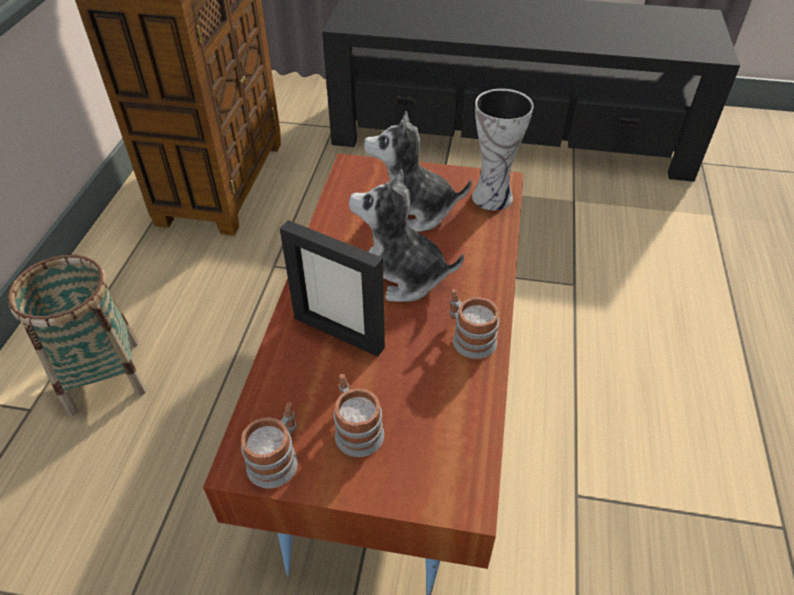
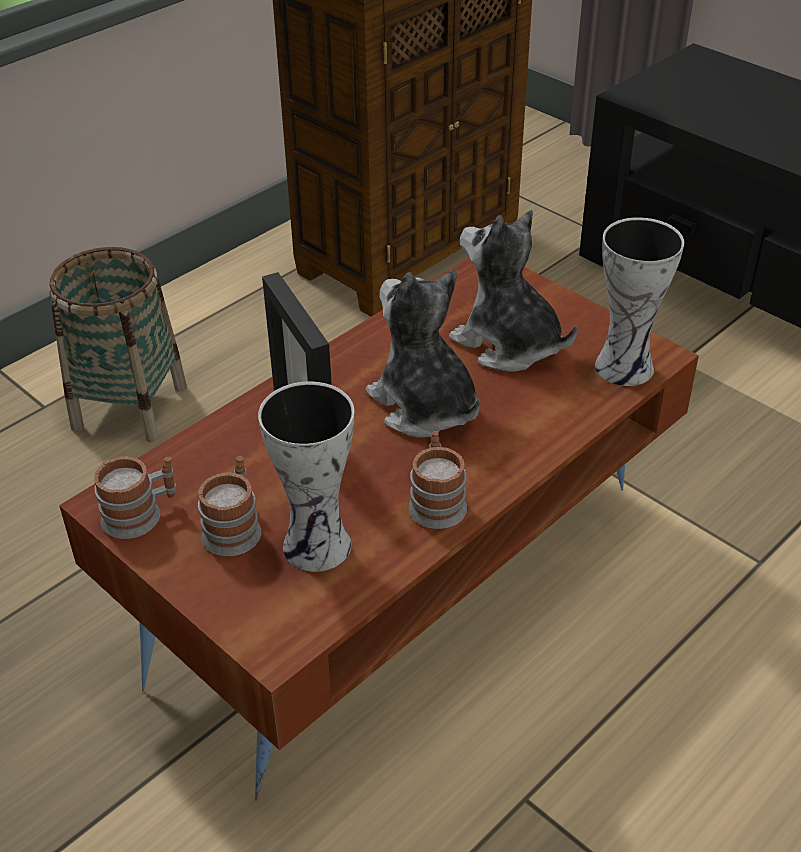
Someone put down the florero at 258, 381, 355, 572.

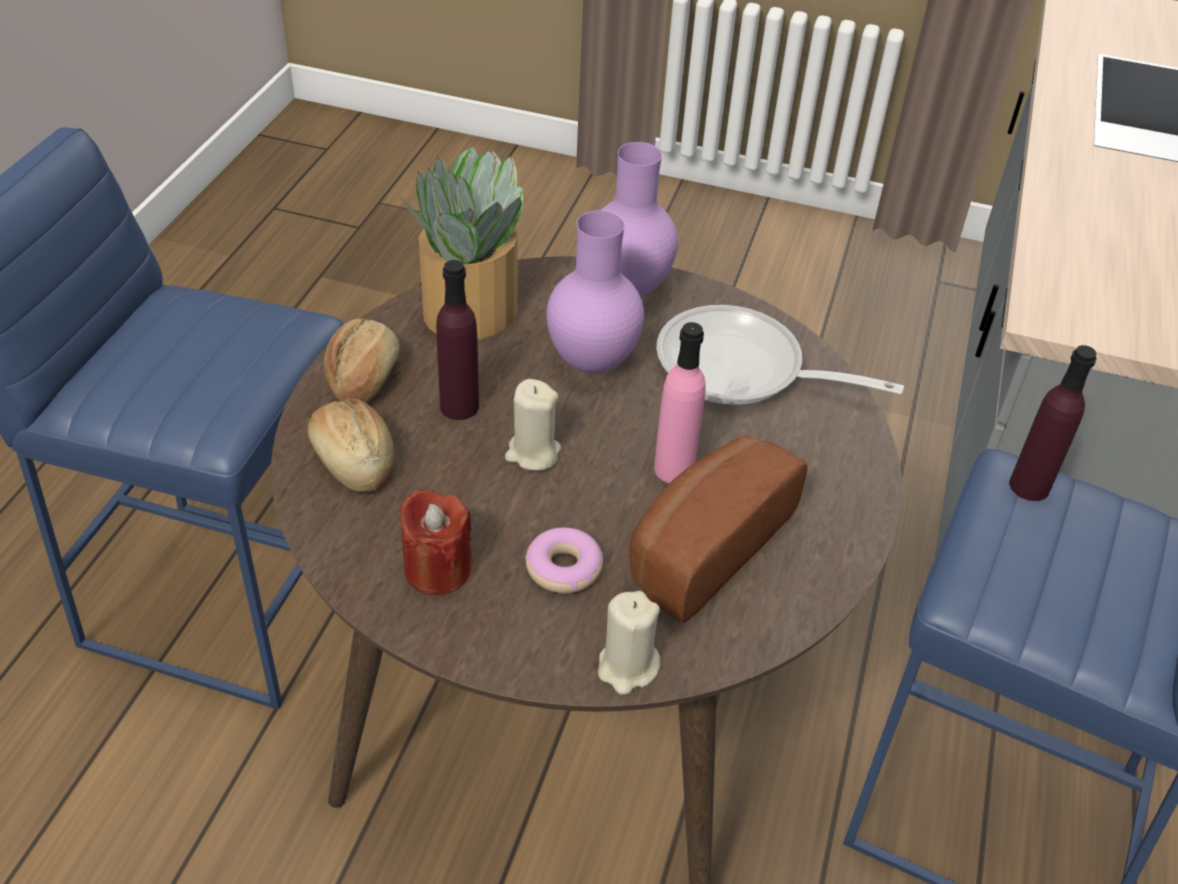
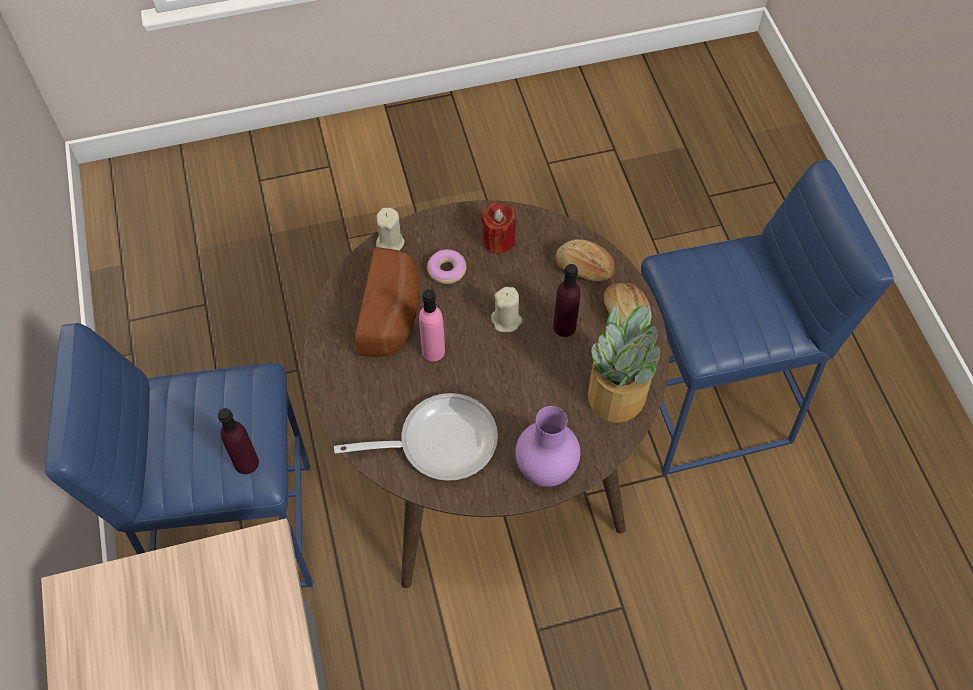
Someone took away the florero (morado) at 546, 211, 644, 374.

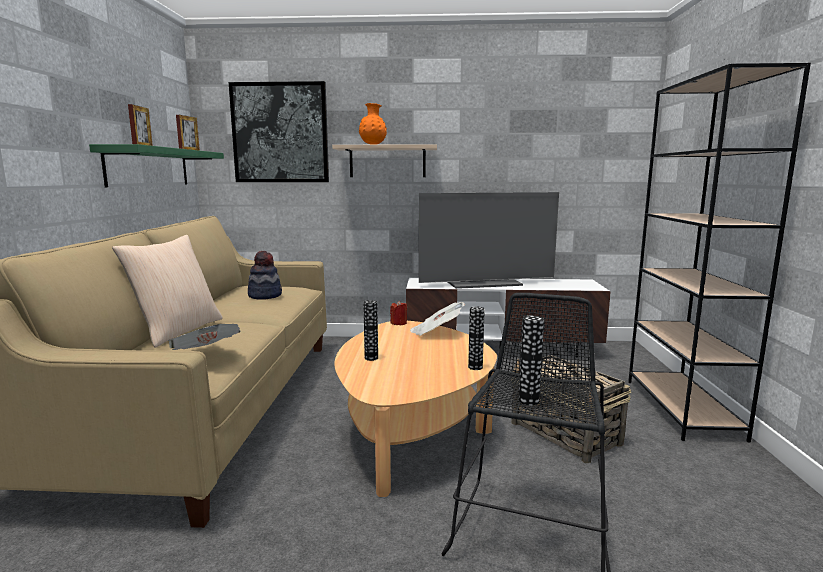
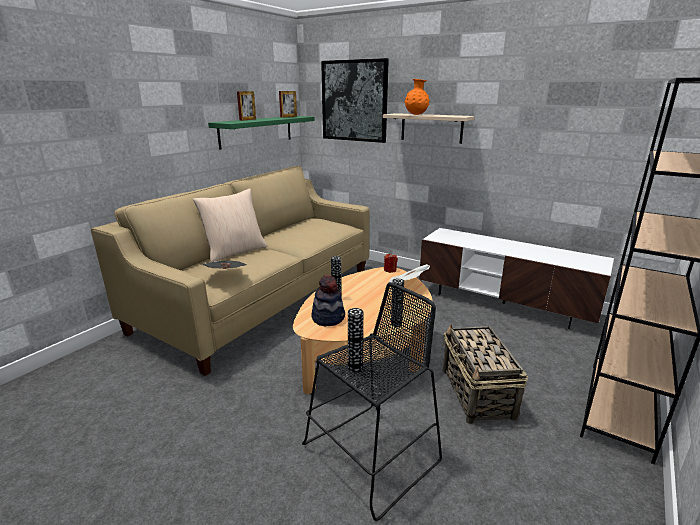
Someone carried the sombrero from 248, 251, 282, 300 to 311, 275, 345, 326. Someone took away the televisor at 419, 192, 559, 289.

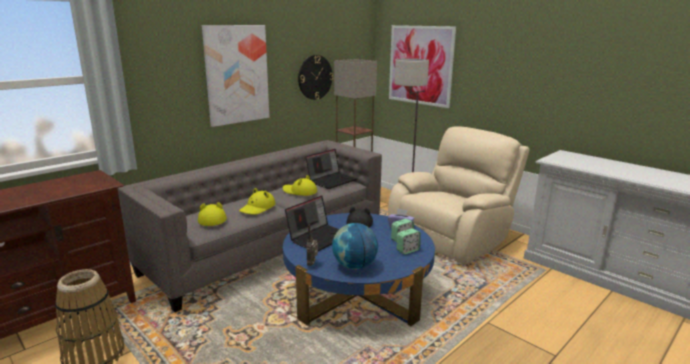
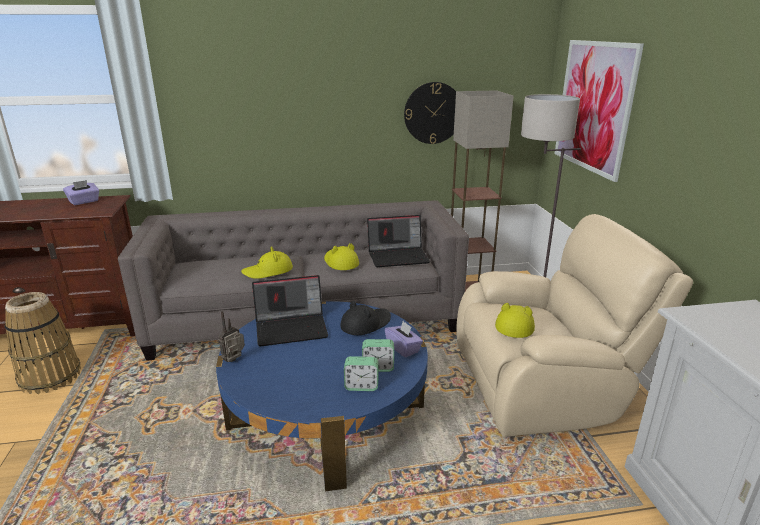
Someone carried the sombrero (amarillo) from 198, 202, 227, 226 to 495, 303, 535, 338. Someone took away the cuadro at 202, 25, 269, 127. Someone took away the globo terráqueo at 332, 223, 378, 269. Someone put down the caja de pañuelos (morado) at 63, 180, 99, 205.

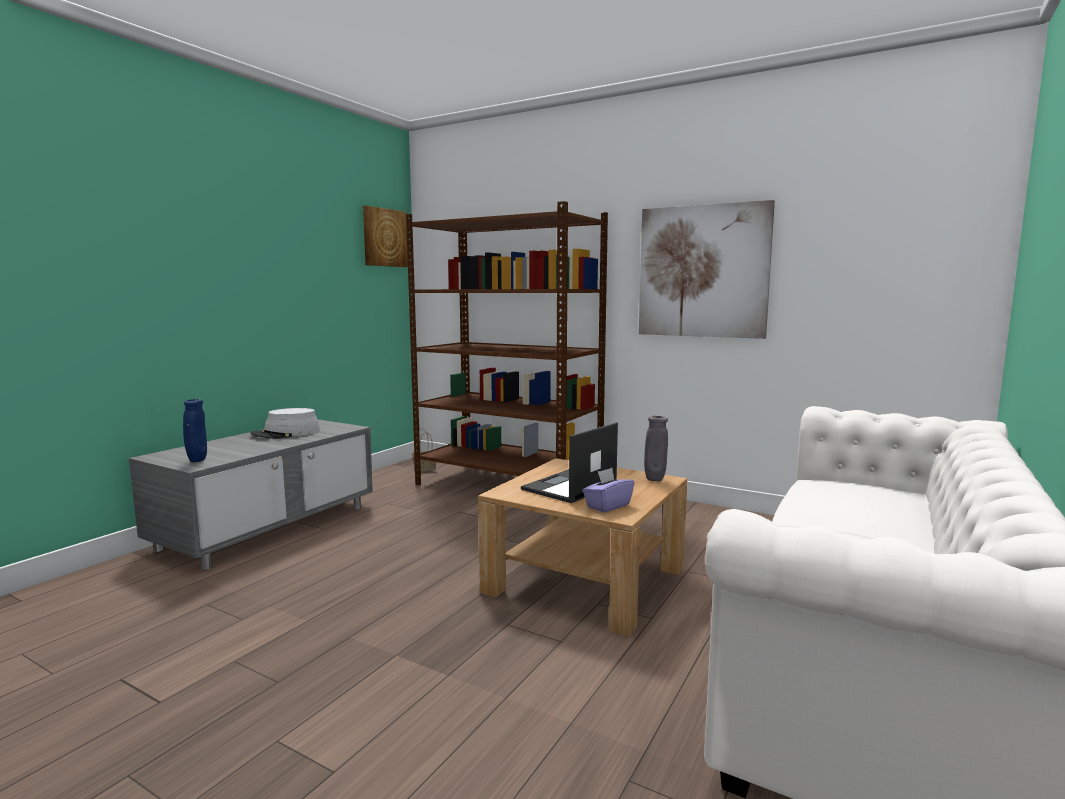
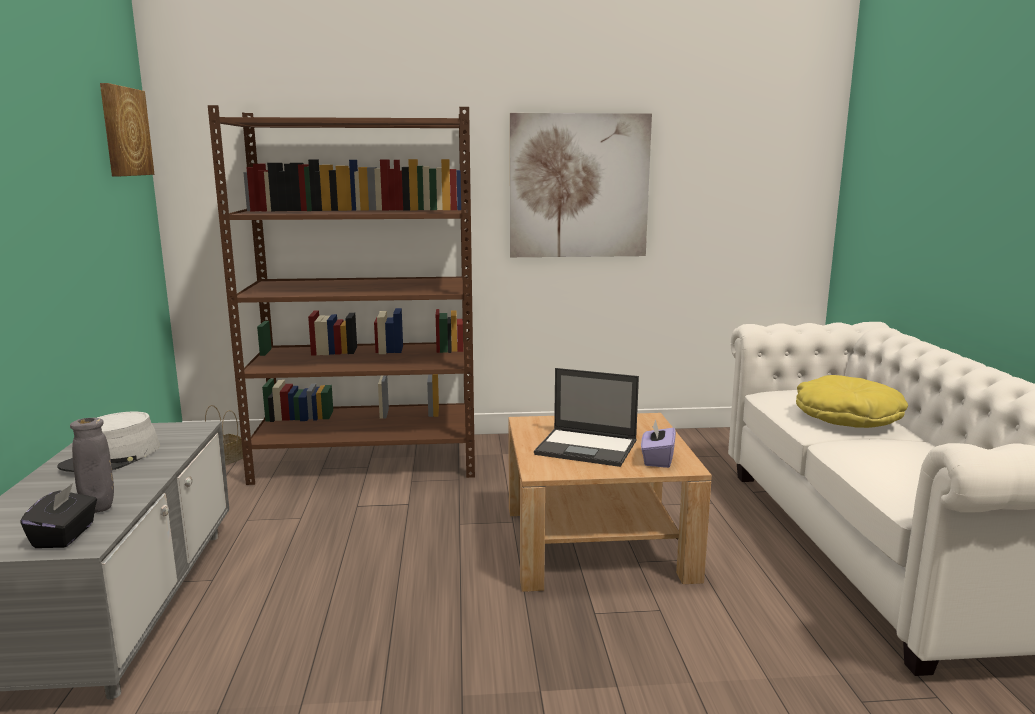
Someone swapped the florero (azul) at 183, 399, 207, 462 for the caja de pañuelos (negro) at 20, 483, 97, 548. Someone rotated the portátil at 521, 422, 618, 503 by 75 degrees counterclockwise. Someone carried the florero (gris) from 644, 416, 668, 481 to 70, 418, 114, 513. Someone put down the cojín (amarillo) at 796, 375, 908, 428.

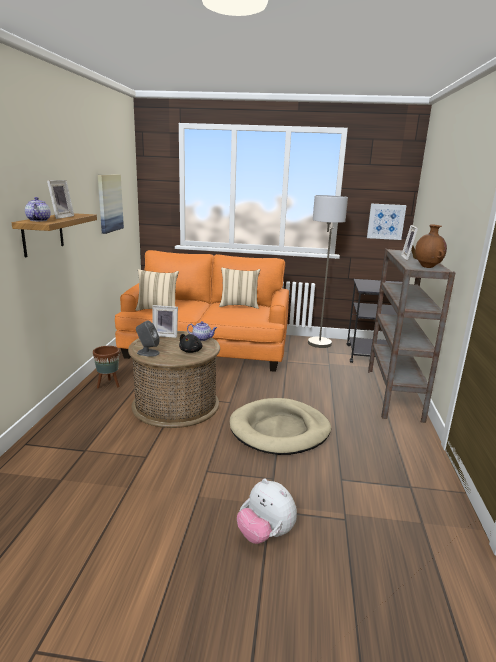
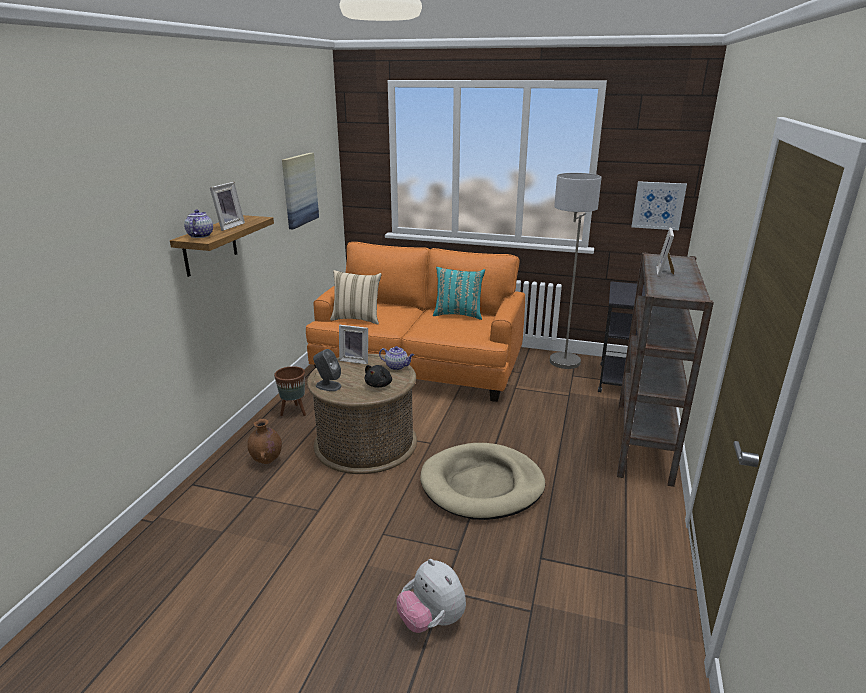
Someone repainted the cojín (beis) at 219, 268, 260, 309, which became the cojín (turquesa) at 433, 267, 485, 320. Someone carried the florero (marrón) from 415, 225, 447, 268 to 247, 419, 282, 464.

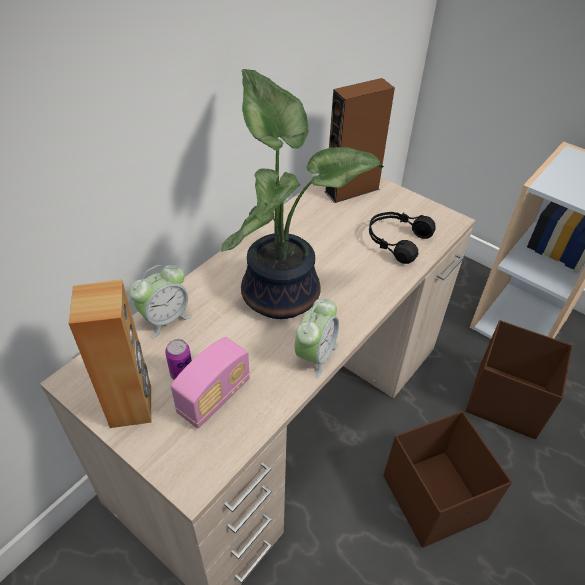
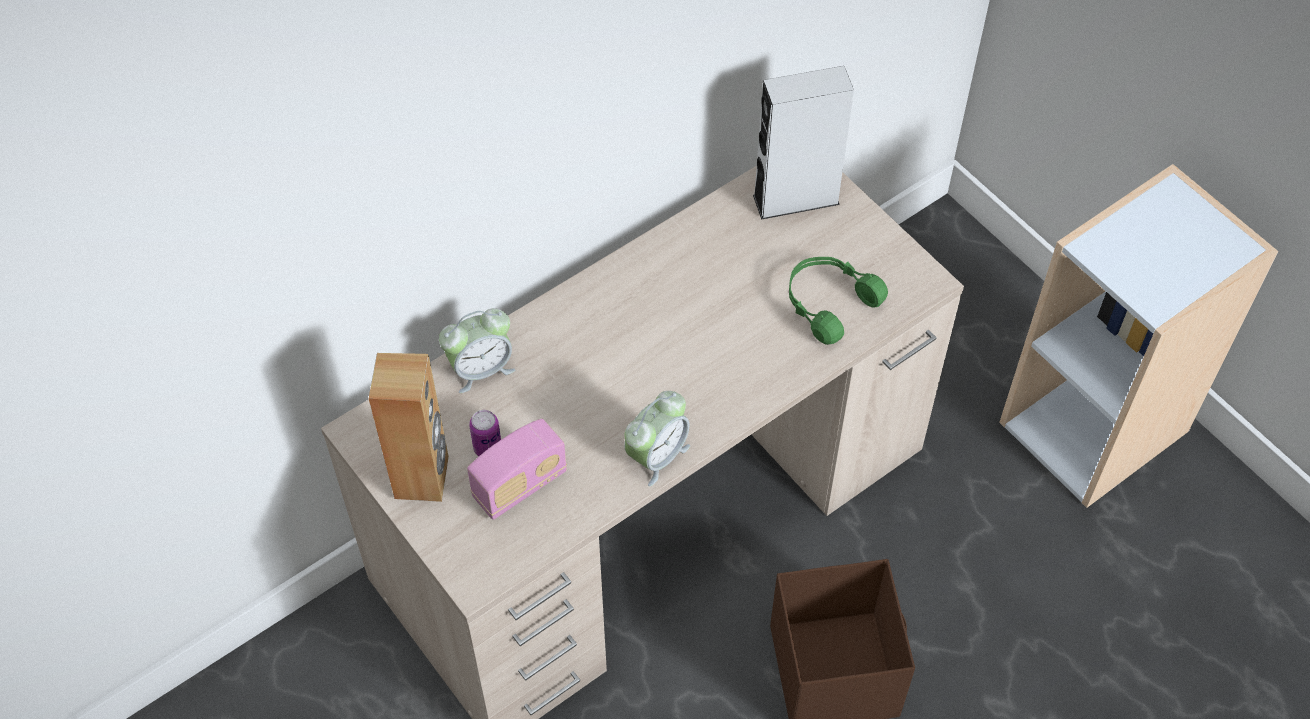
Someone took away the planta en maceta at 221, 69, 384, 319. Someone repainted the altavoz (marrón) at 324, 78, 395, 203, which became the altavoz (gris) at 753, 66, 854, 220. Someone repainted the auriculares (negro) at 369, 212, 436, 264, which became the auriculares (verde) at 789, 257, 888, 345. Someone took away the caja de almacenaje (marrón) at 465, 320, 573, 439.

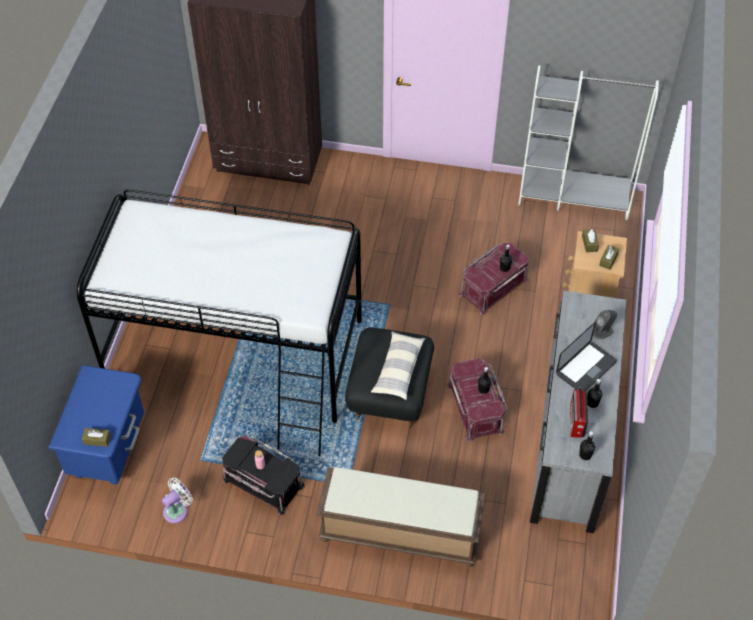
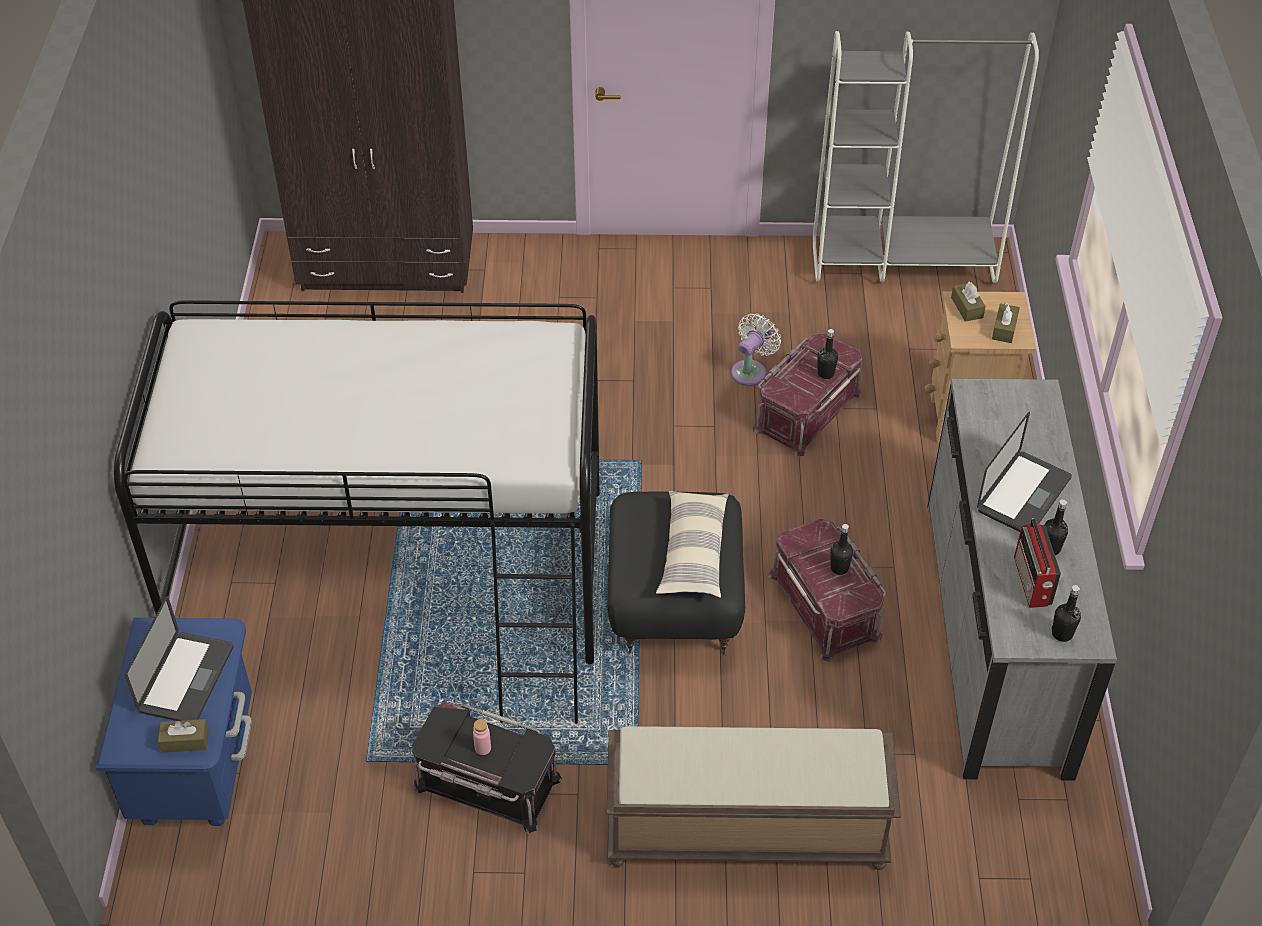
Someone carried the ventilador (blanco) from 162, 477, 193, 523 to 731, 313, 781, 386. Someone took away the altavoz (gris) at 593, 310, 617, 339. Someone put down the portátil at 125, 596, 234, 721.

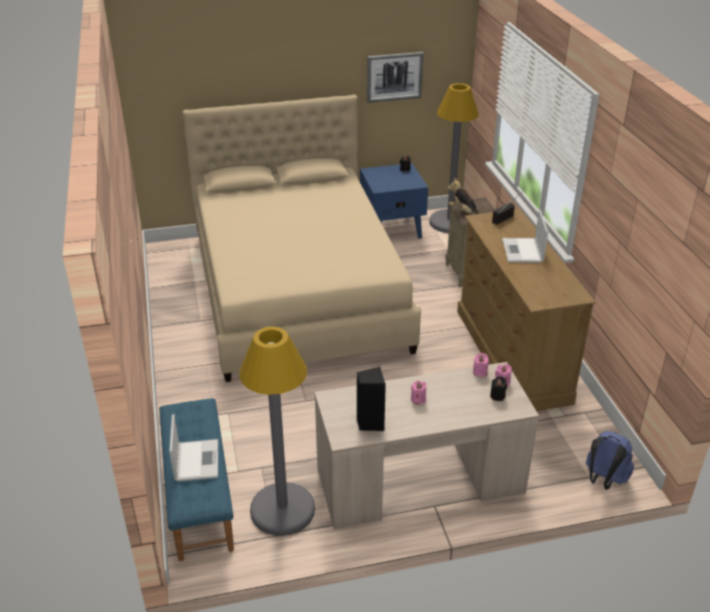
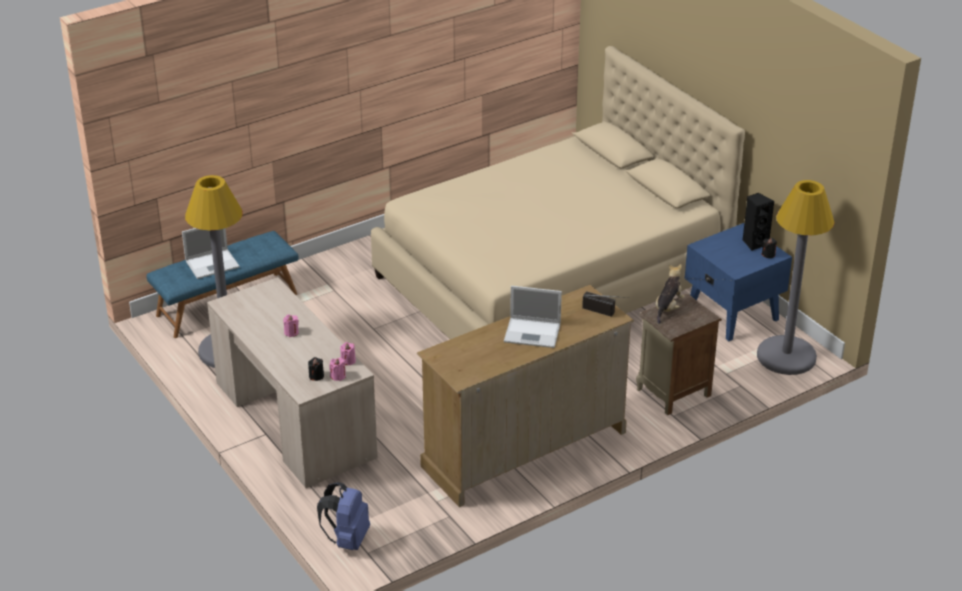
Someone carried the altavoz (negro) from 357, 367, 386, 431 to 742, 193, 774, 251. Someone took away the cuadro at 367, 52, 424, 103. Someone rotated the portátil at 502, 210, 548, 263 by 150 degrees counterclockwise.

